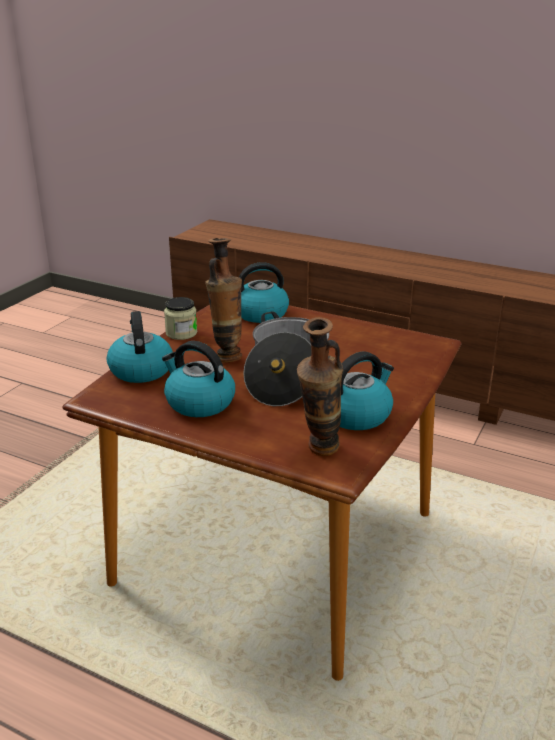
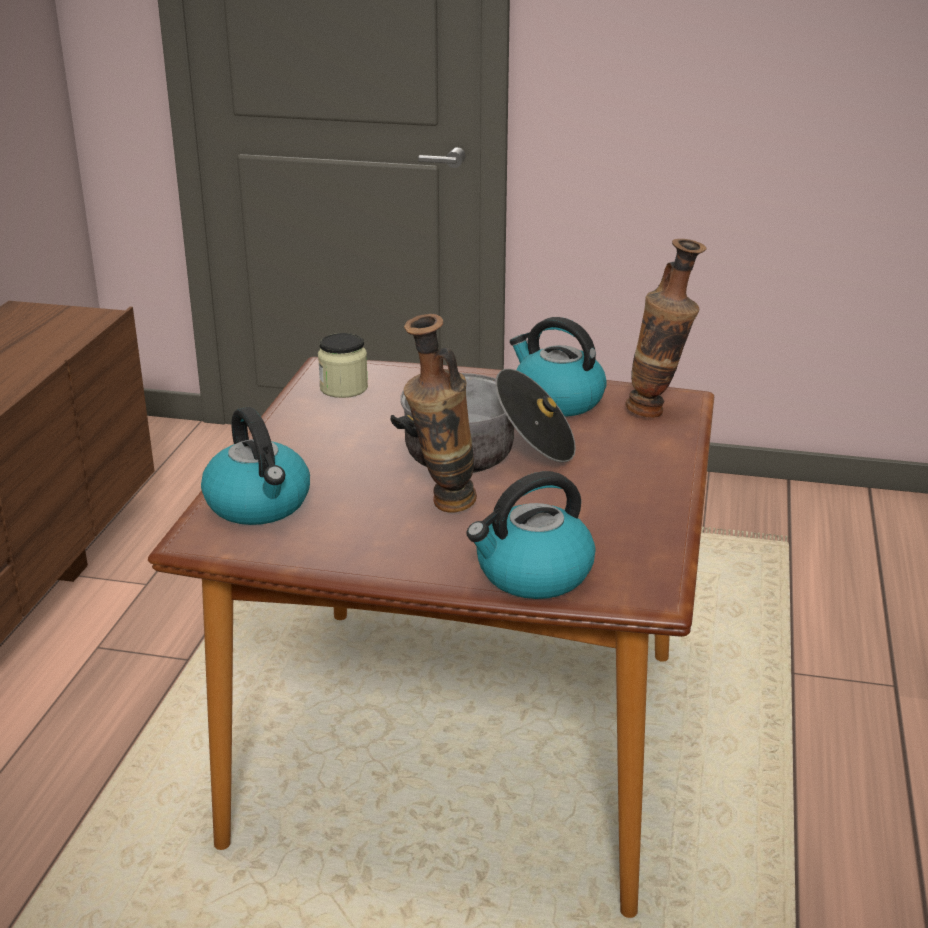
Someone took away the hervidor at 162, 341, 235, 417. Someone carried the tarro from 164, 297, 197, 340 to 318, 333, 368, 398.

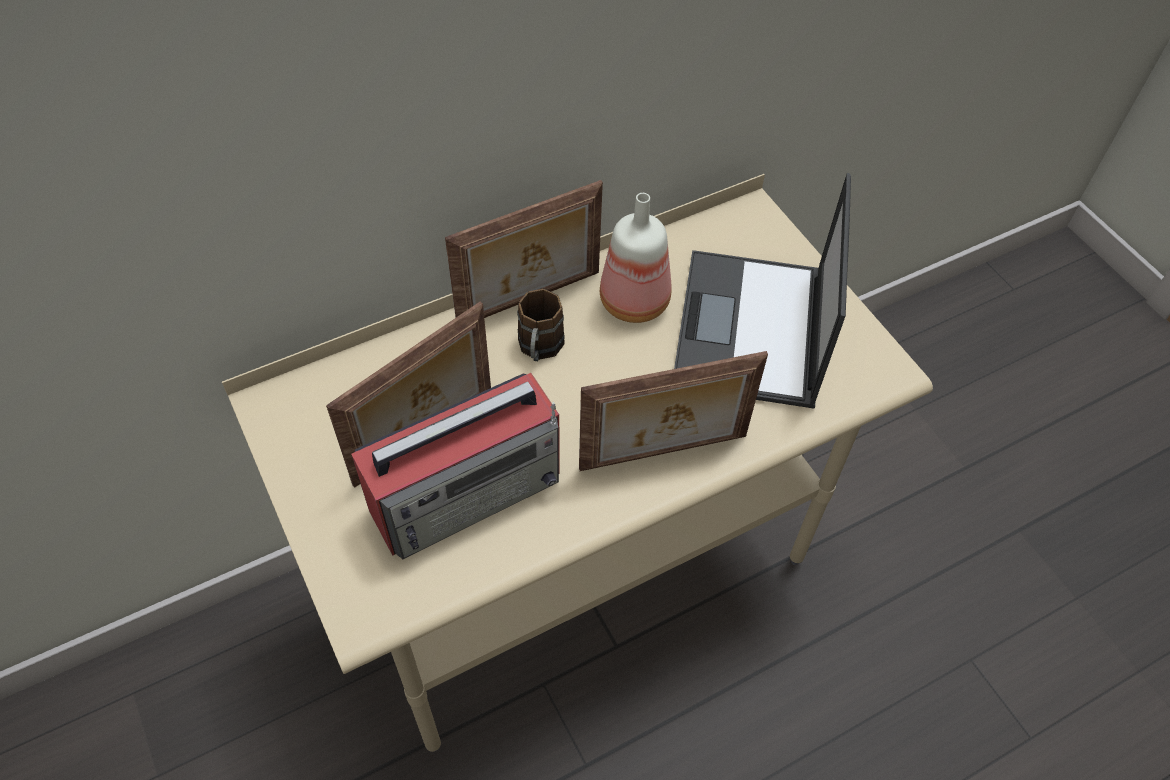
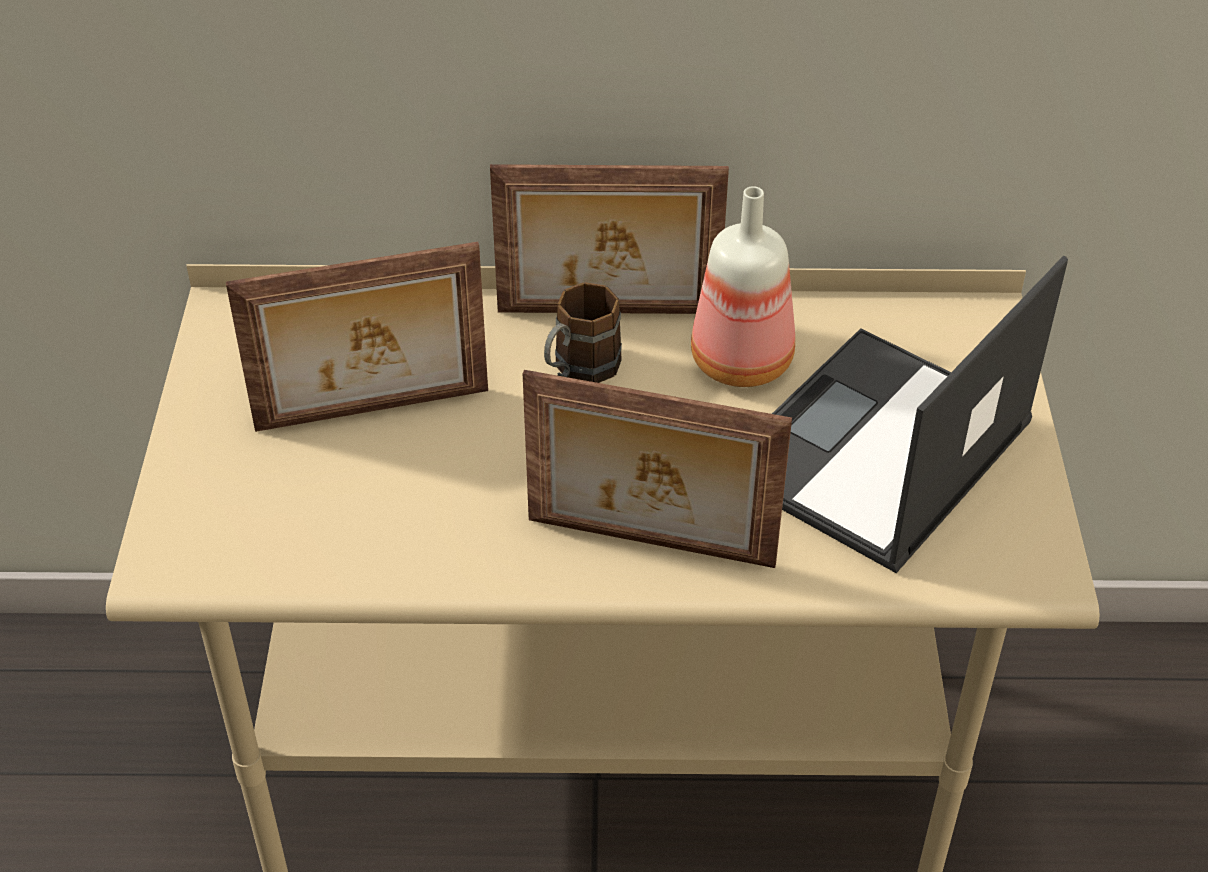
Someone took away the radio at 351, 373, 560, 559.

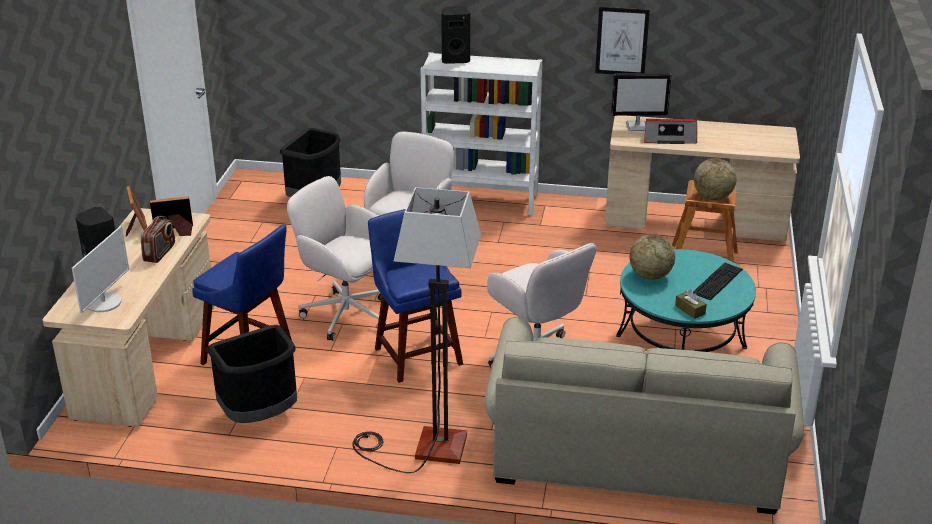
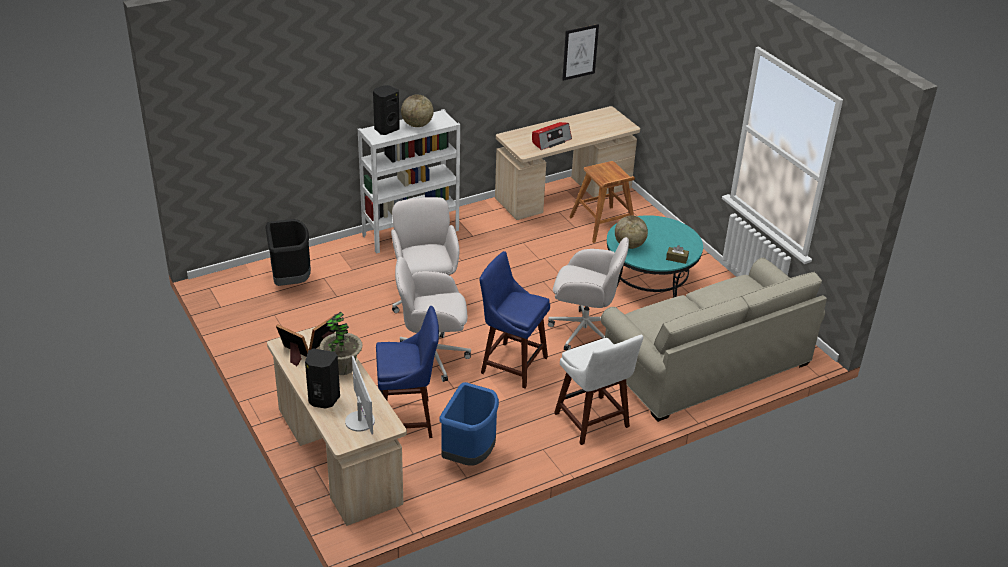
Someone swapped the radio at 141, 216, 175, 263 for the planta en maceta at 319, 312, 363, 375. Someone repainted the papelera (negro) at 207, 325, 297, 423, which became the papelera (azul) at 439, 382, 499, 466. Someone swapped the lámpara de pie at 352, 187, 481, 473 for the silla (blanco) at 554, 335, 643, 445. Someone carried the cuadro from 595, 7, 650, 74 to 562, 24, 599, 81. Someone took away the monitor at 611, 73, 671, 131. Someone took away the teclado at 693, 263, 743, 300. Someone carried the globo terráqueo from 694, 158, 737, 200 to 401, 95, 434, 127.

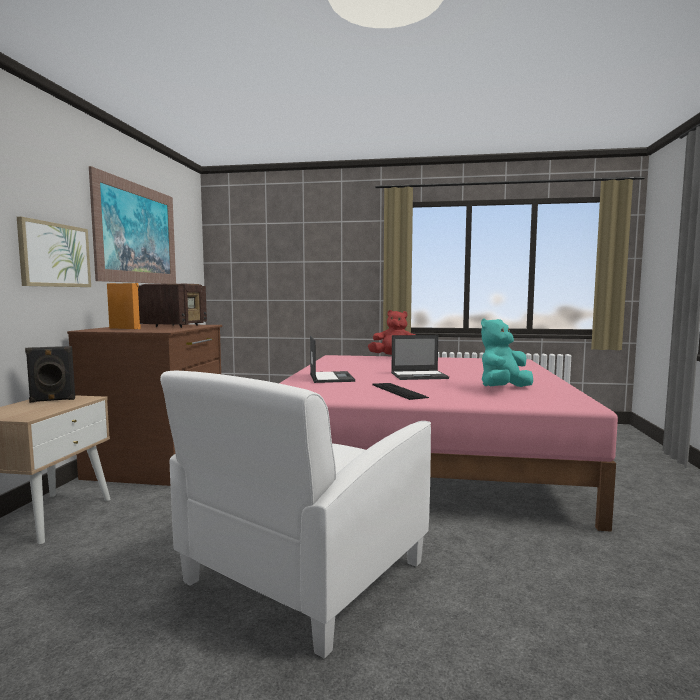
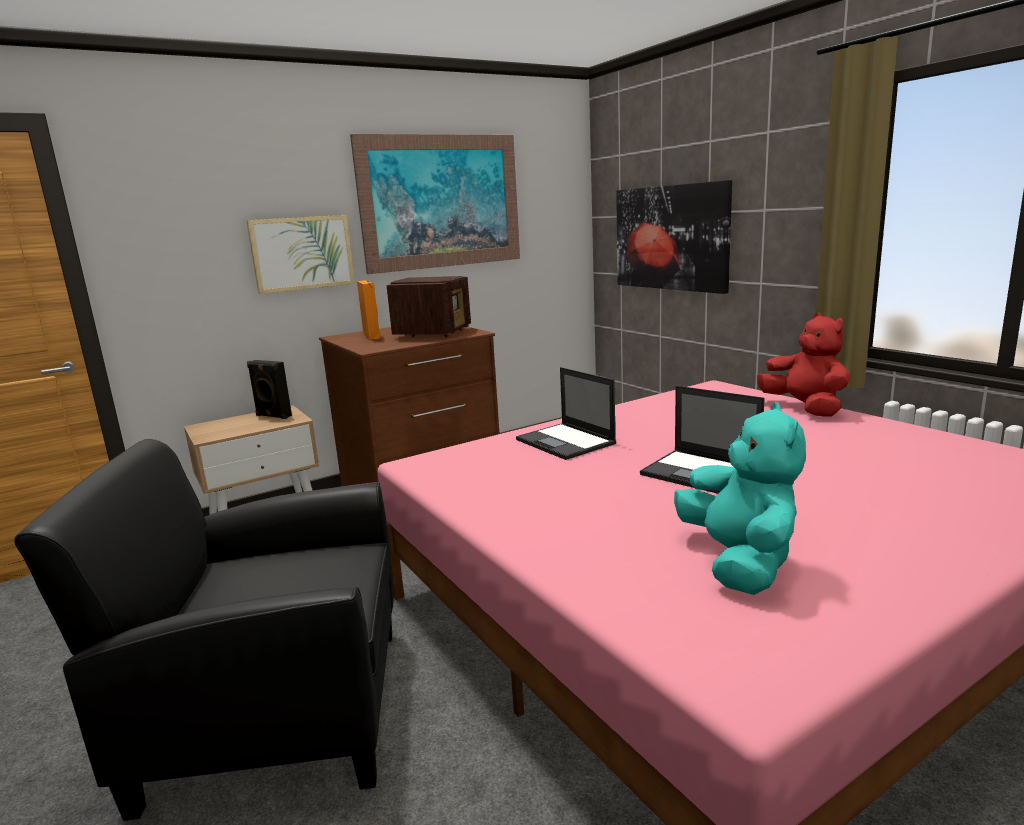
Someone rotated the radio at 138, 284, 207, 328 by 45 degrees counterclockwise. Someone repainted the sillón (blanco) at 160, 371, 431, 659, which became the sillón (negro) at 14, 439, 394, 821. Someone rotated the portátil at 310, 336, 355, 383 by 105 degrees clockwise. Someone took away the teclado at 373, 383, 429, 400. Someone rotated the peluche (turquesa) at 481, 318, 533, 387 by 75 degrees clockwise. Someone put up the cuadro at 616, 180, 732, 294.

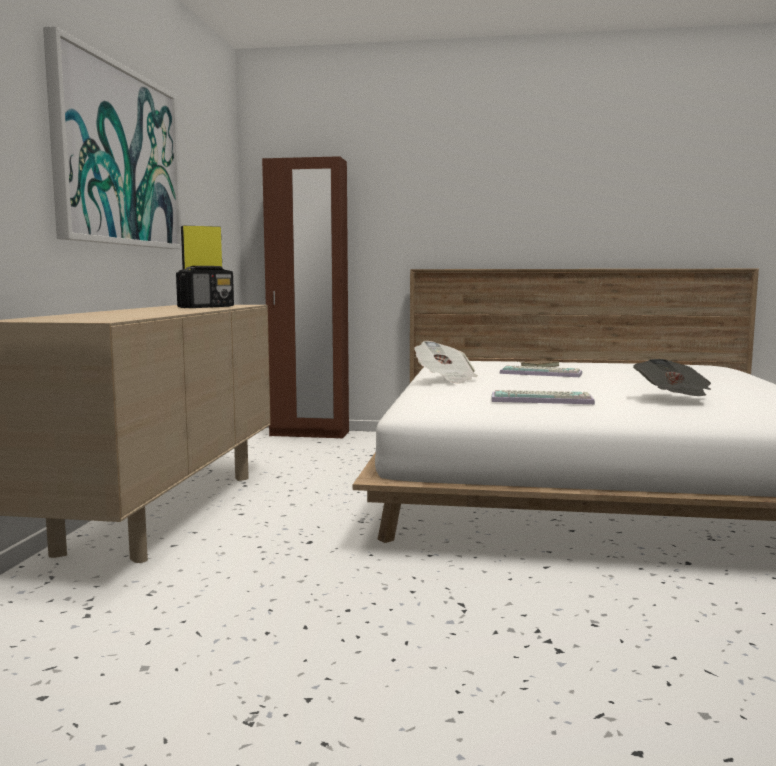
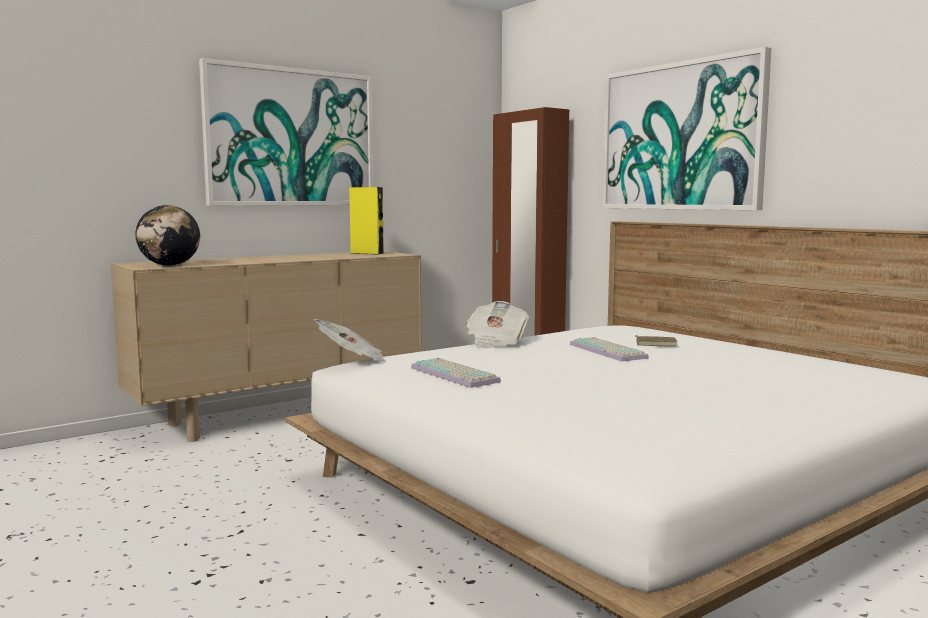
Someone took away the radio at 176, 266, 234, 308. Someone carried the periódico from 633, 359, 711, 396 to 314, 319, 387, 363. Someone put down the globo terráqueo at 135, 205, 200, 266. Someone put up the cuadro at 602, 47, 771, 210.

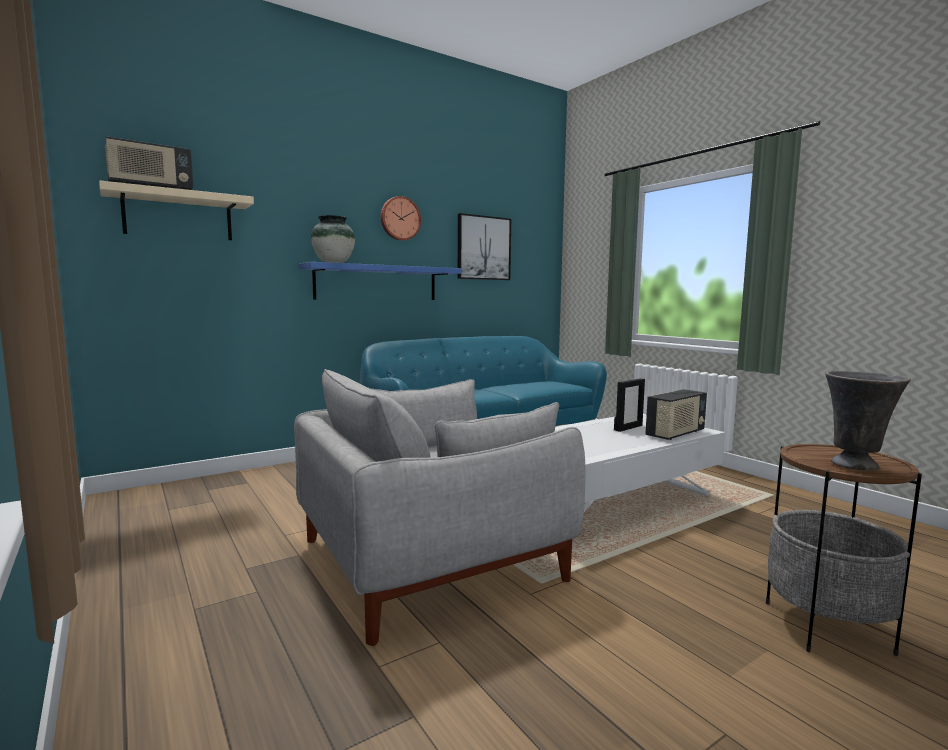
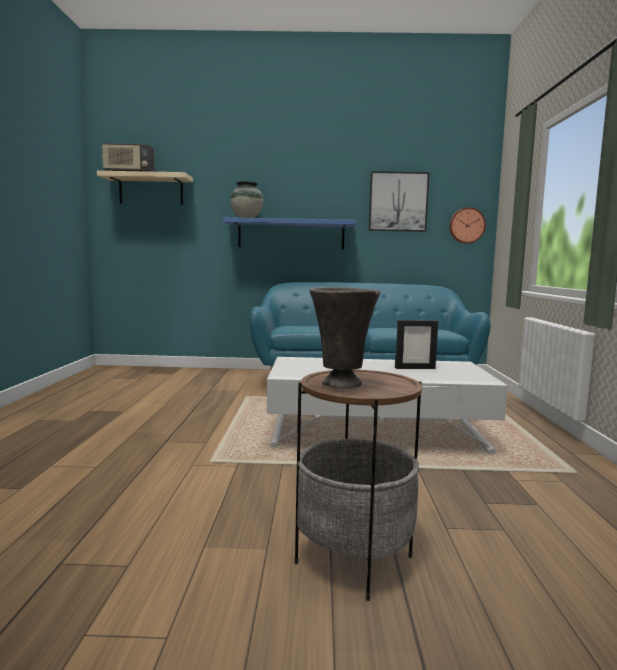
Someone took away the sillón (gris) at 294, 369, 585, 646. Someone carried the reloj de pared from 381, 196, 421, 241 to 449, 207, 486, 244. Someone took away the radio at 645, 389, 707, 440.

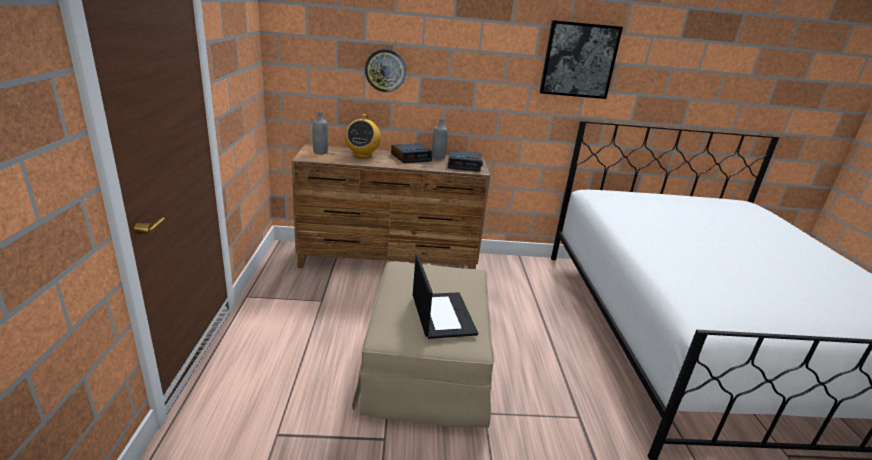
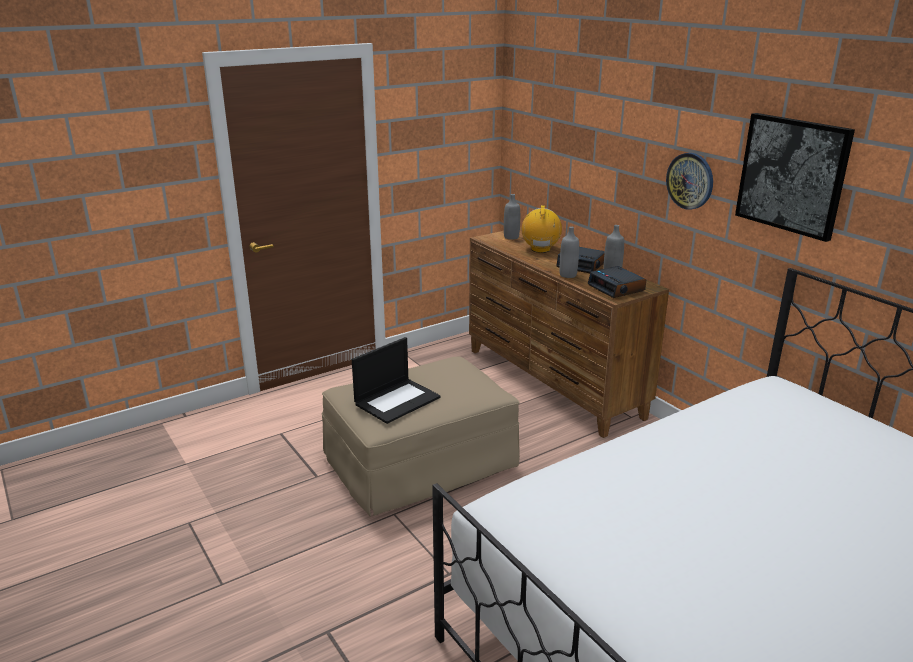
Someone rotated the radio at 345, 114, 381, 158 by 120 degrees clockwise. Someone carried the reloj de pared from 365, 49, 406, 92 to 666, 153, 713, 210. Someone put down the botella (gris) at 560, 226, 579, 278.

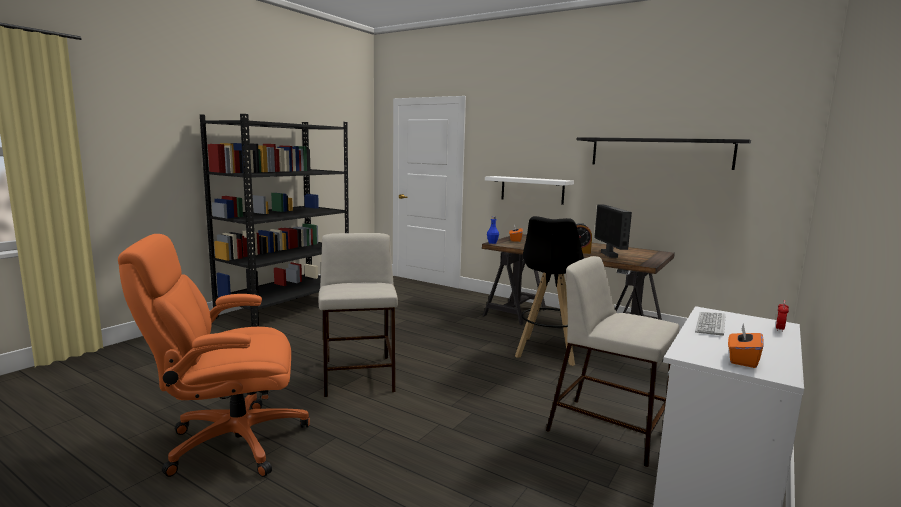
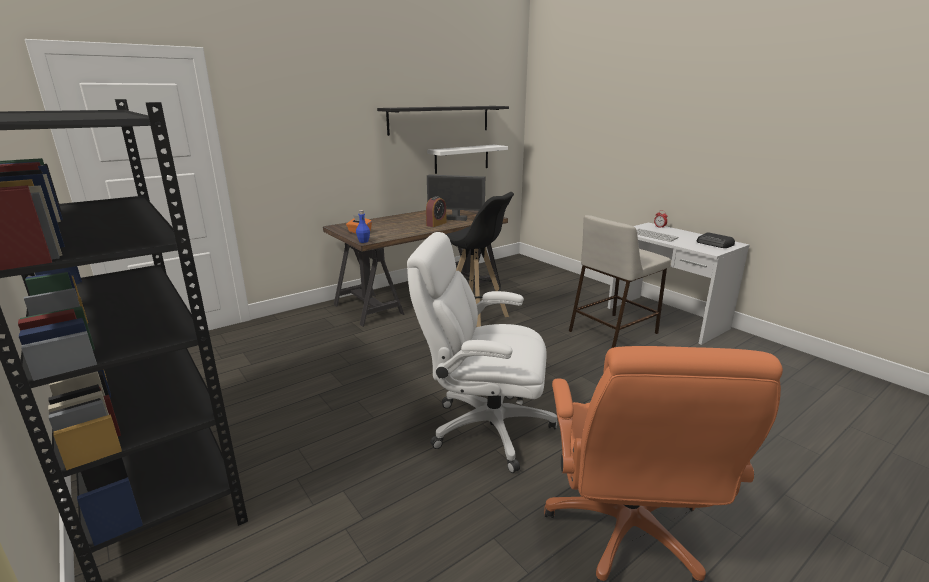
Someone swapped the taburete (beis) at 319, 233, 398, 397 for the silla de oficina (blanco) at 407, 232, 557, 473. Someone carried the estante (blanco) from 485, 176, 574, 205 to 427, 145, 508, 174. Someone swapped the caja de pañuelos (naranja) at 728, 324, 764, 368 for the radio at 696, 232, 735, 248.

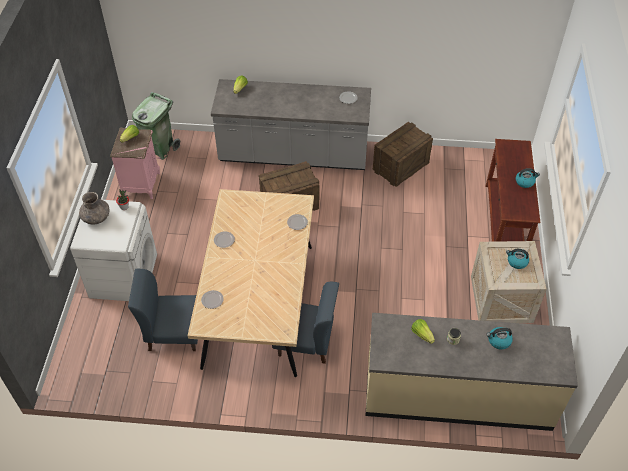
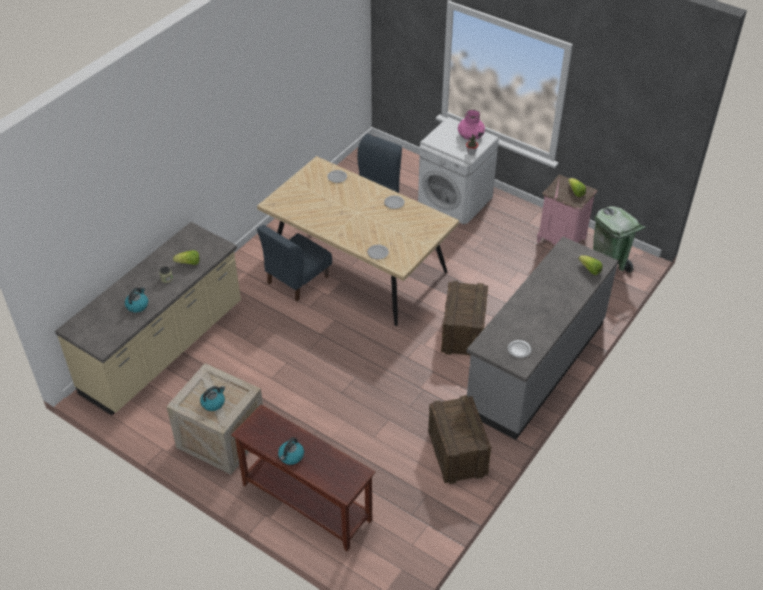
Someone repainted the florero (gris) at 79, 192, 110, 224, which became the florero (rosa) at 458, 109, 485, 140.

